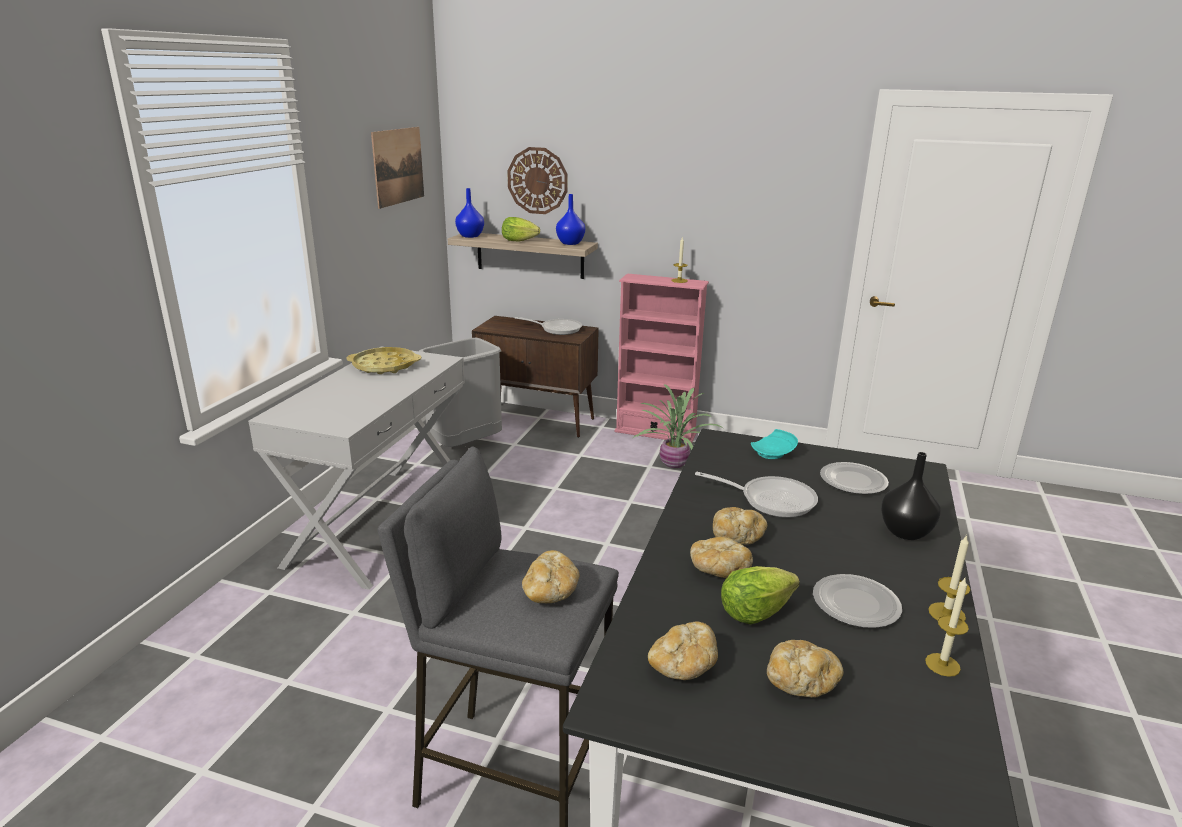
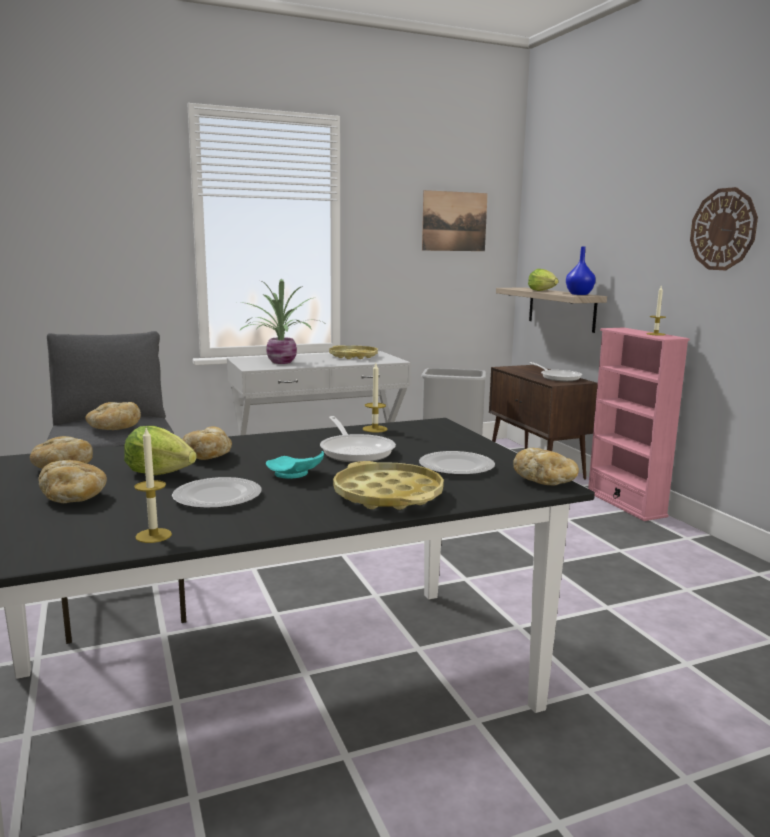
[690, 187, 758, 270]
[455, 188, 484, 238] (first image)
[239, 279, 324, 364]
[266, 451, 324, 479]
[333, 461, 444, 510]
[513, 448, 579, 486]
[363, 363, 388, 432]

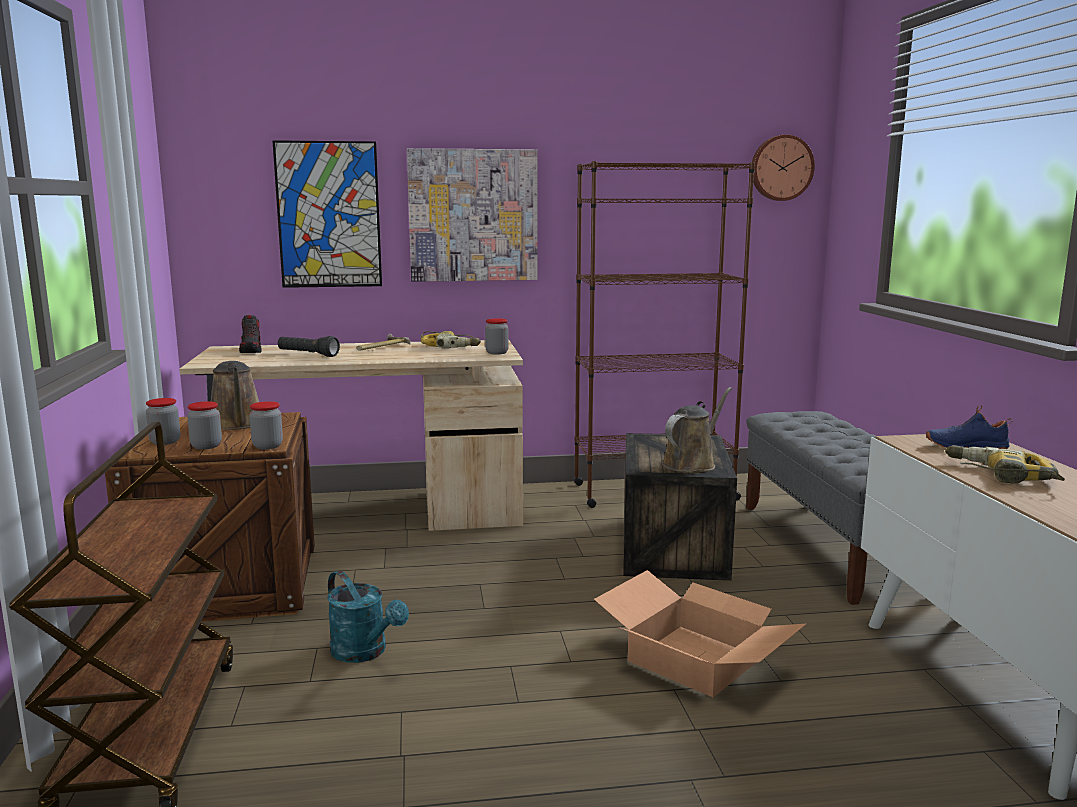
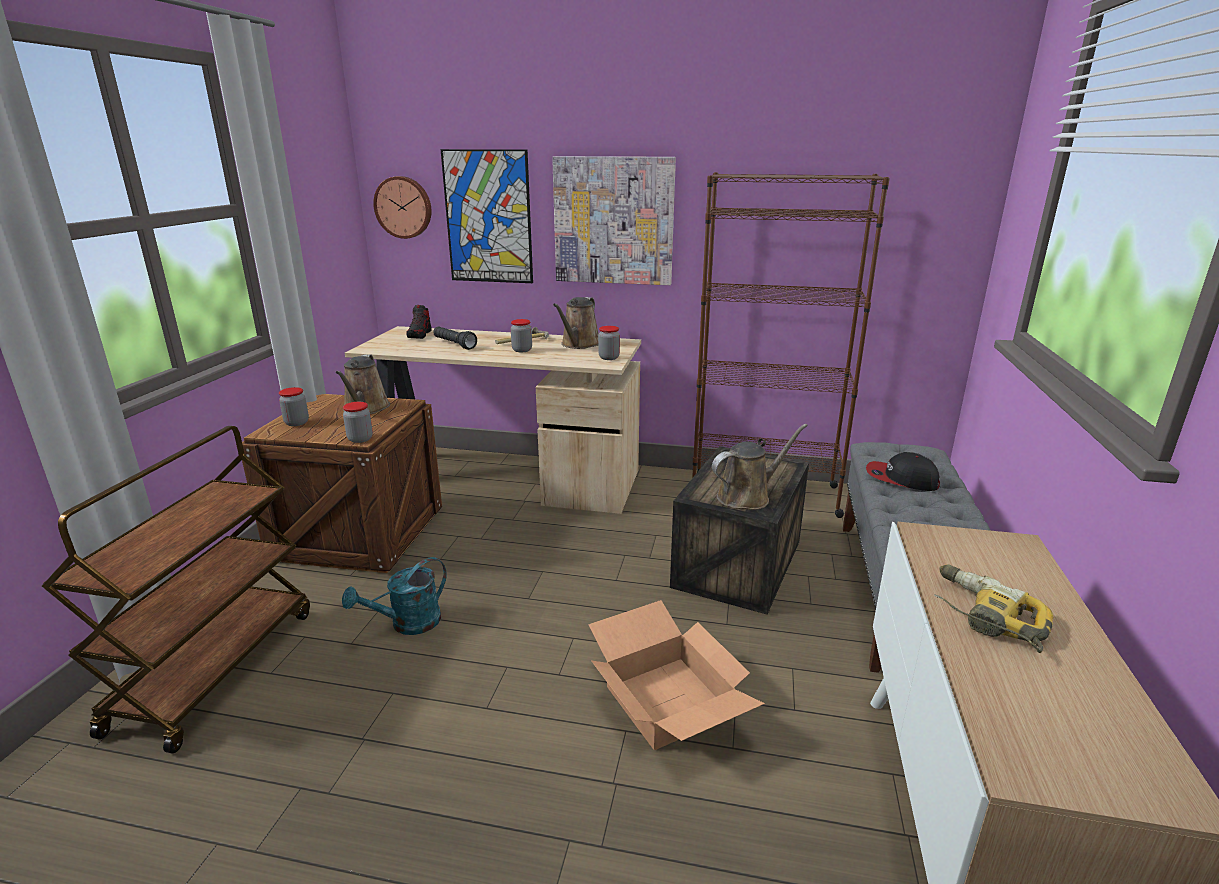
[373, 176, 432, 239]
[553, 297, 598, 349]
[511, 319, 532, 352]
[926, 405, 1012, 449] (first image)
[342, 557, 447, 635]
[866, 452, 940, 491]

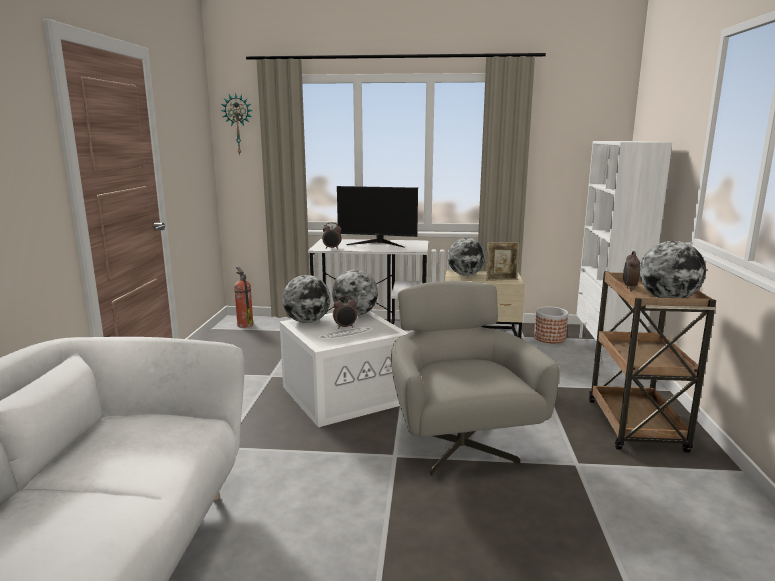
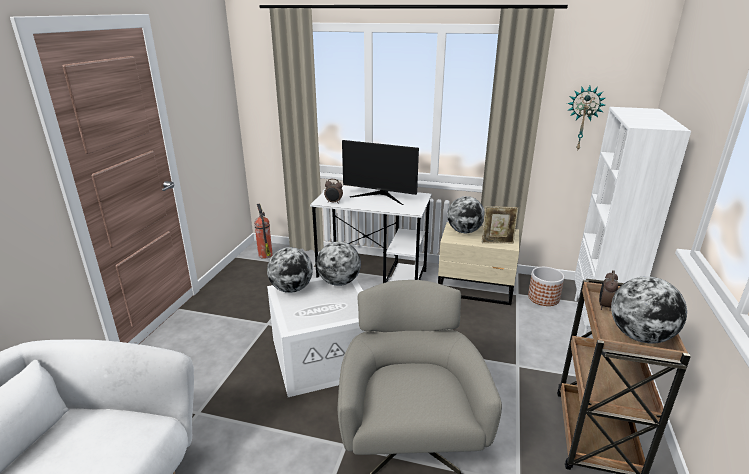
[567, 86, 605, 150]
[333, 296, 357, 329] (first image)

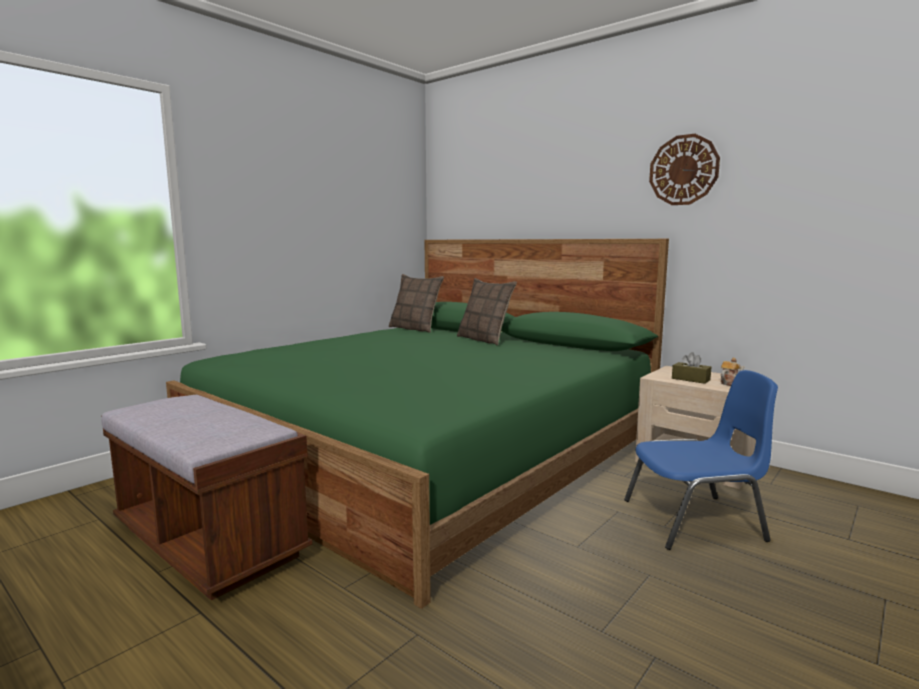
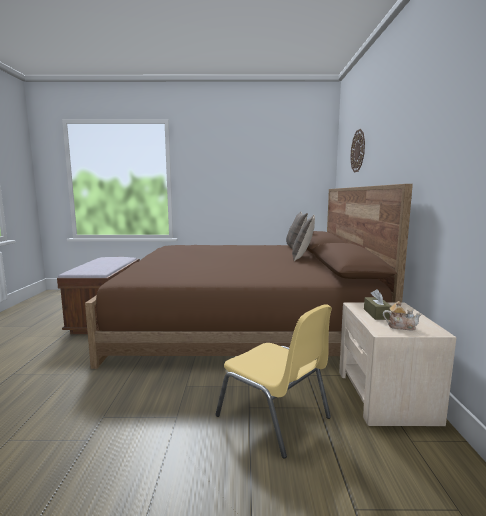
[350, 129, 365, 172]
[85, 184, 413, 369]
[215, 304, 332, 458]

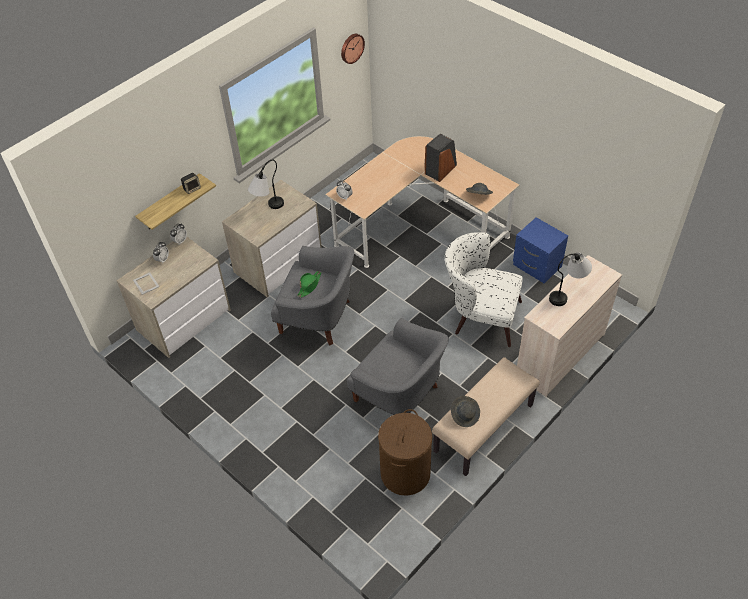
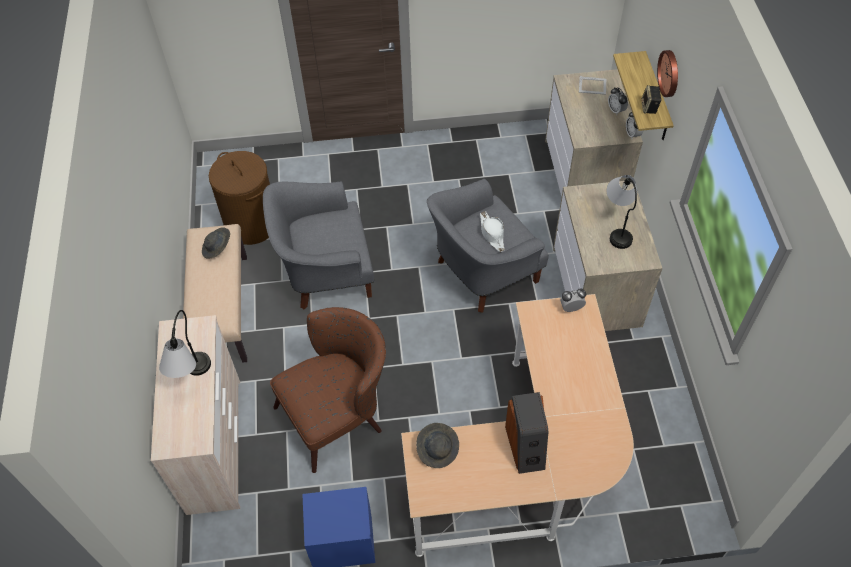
[657, 50, 678, 97]
[270, 307, 386, 473]
[480, 211, 505, 252]

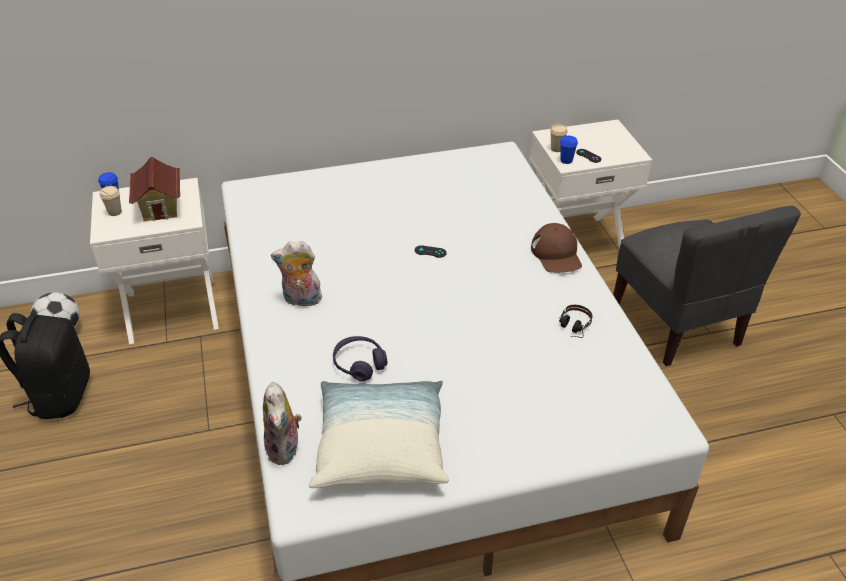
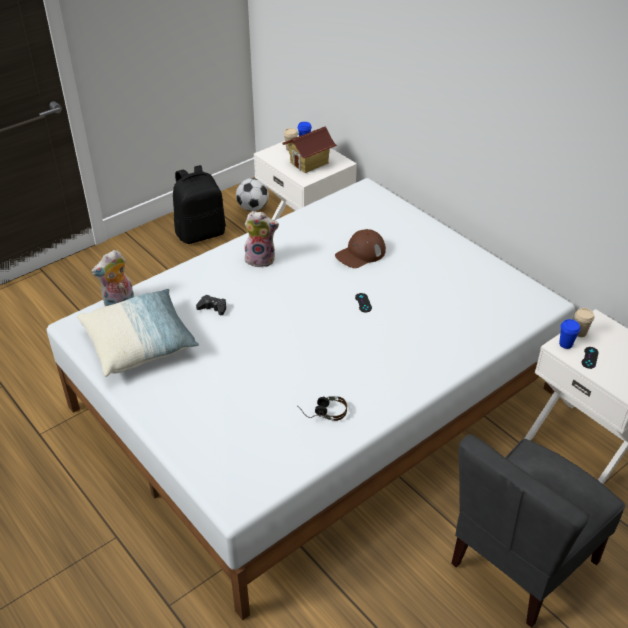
[335, 229, 386, 268]
[244, 211, 279, 267]
[196, 295, 226, 315]

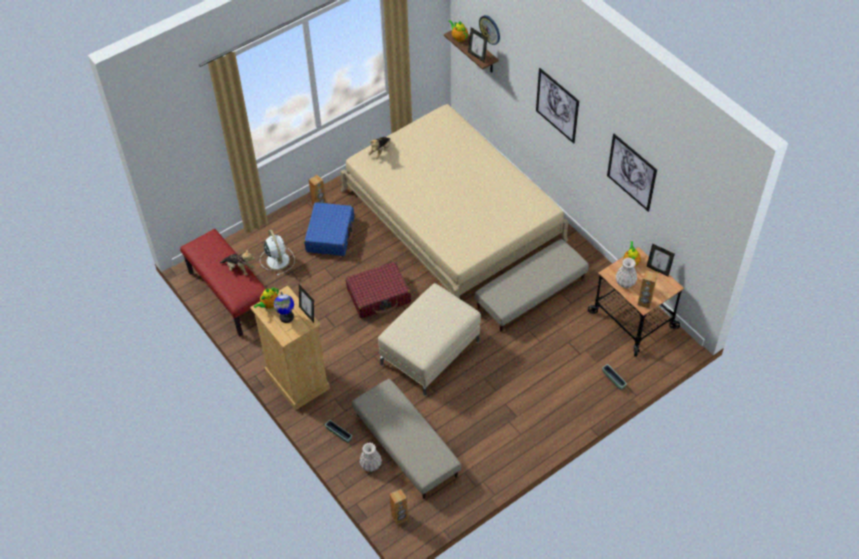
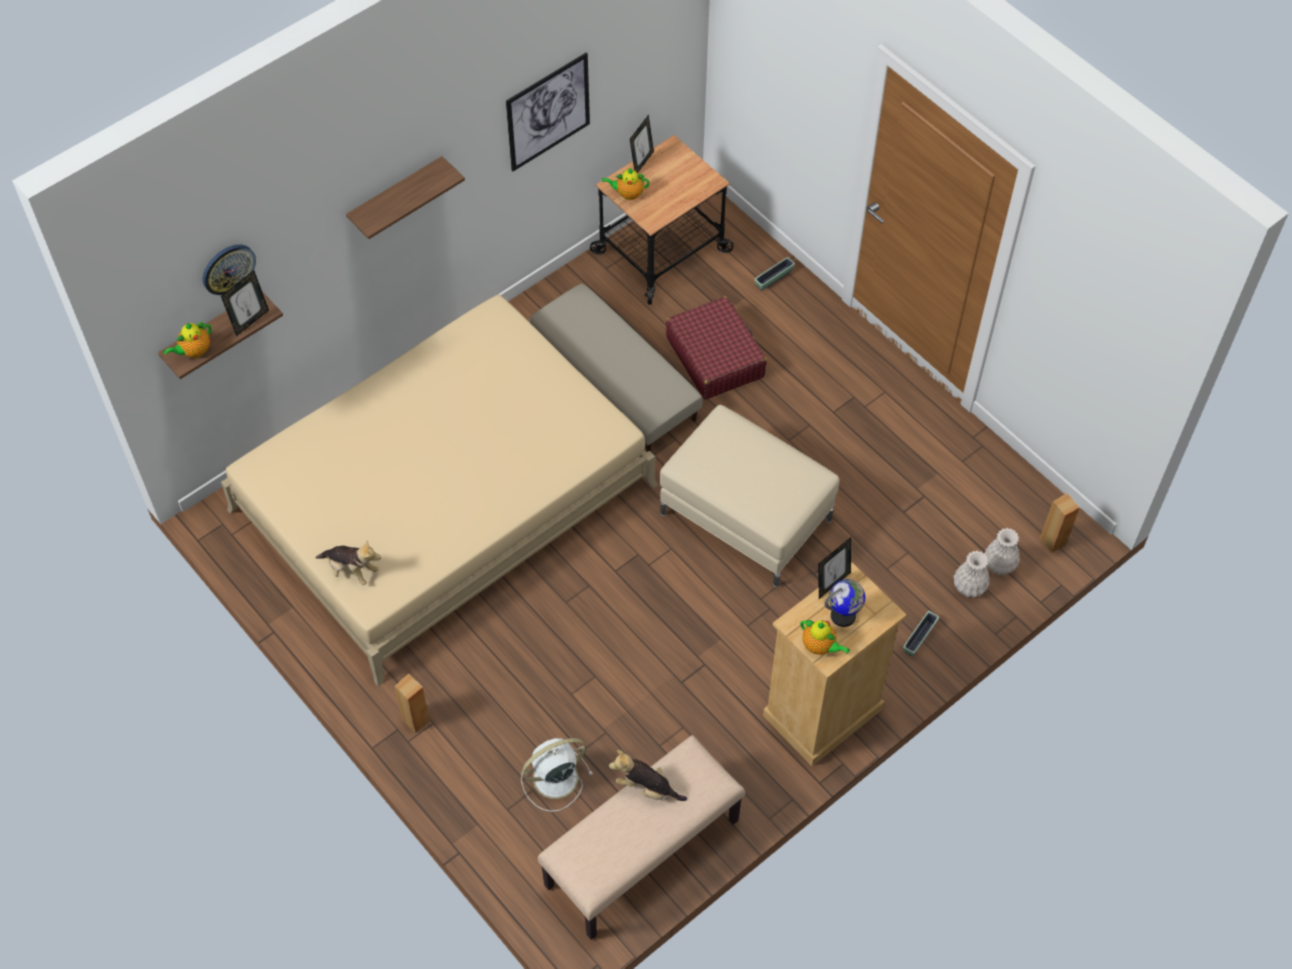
[346, 156, 465, 239]
[304, 202, 354, 256] (first image)
[538, 735, 745, 940]
[609, 750, 687, 801]
[985, 528, 1020, 575]
[666, 296, 767, 400]
[638, 270, 658, 309] (first image)
[352, 379, 461, 499] (first image)

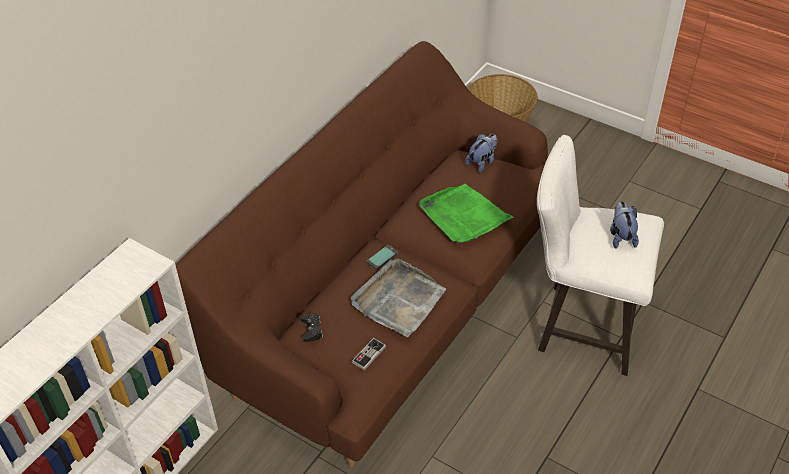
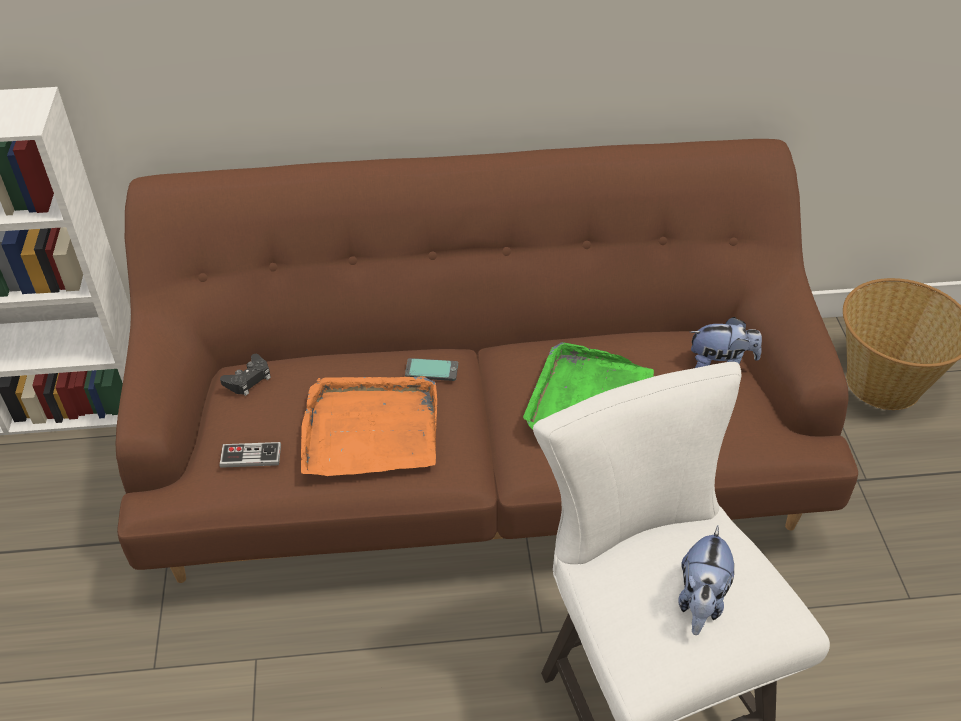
[679, 526, 734, 635]
[301, 376, 437, 476]

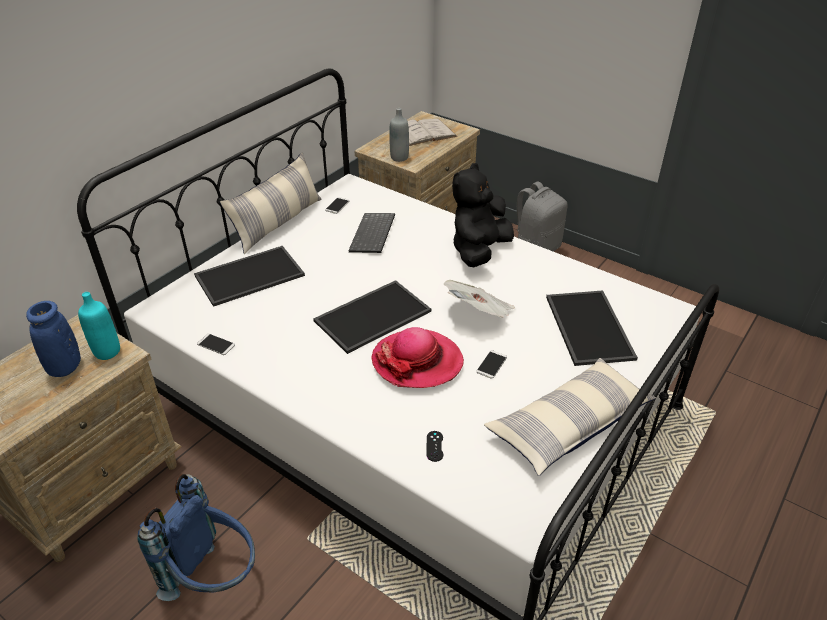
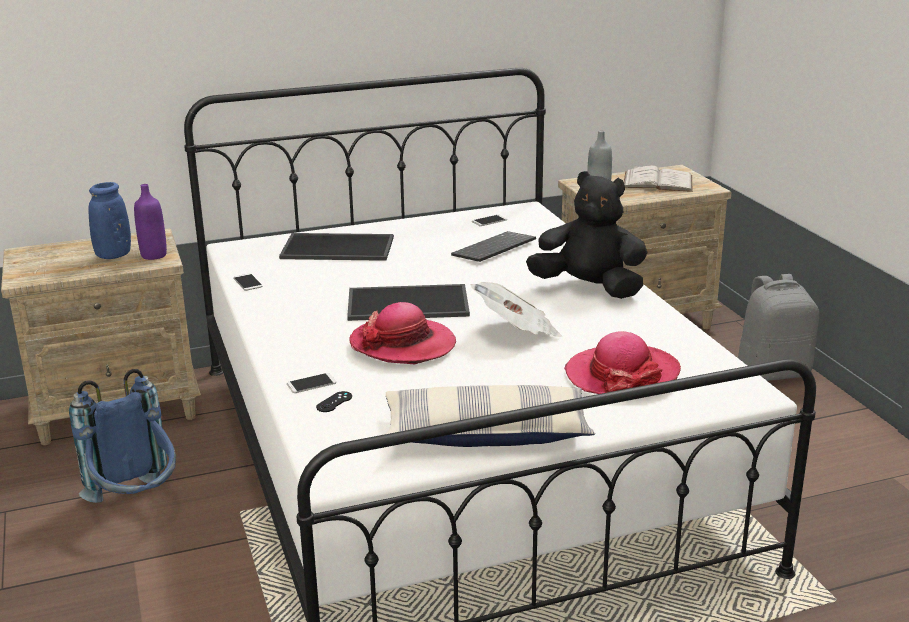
[220, 152, 322, 254] (first image)
[526, 171, 648, 299]
[564, 331, 681, 394]
[134, 184, 167, 260]
[287, 373, 336, 393]

